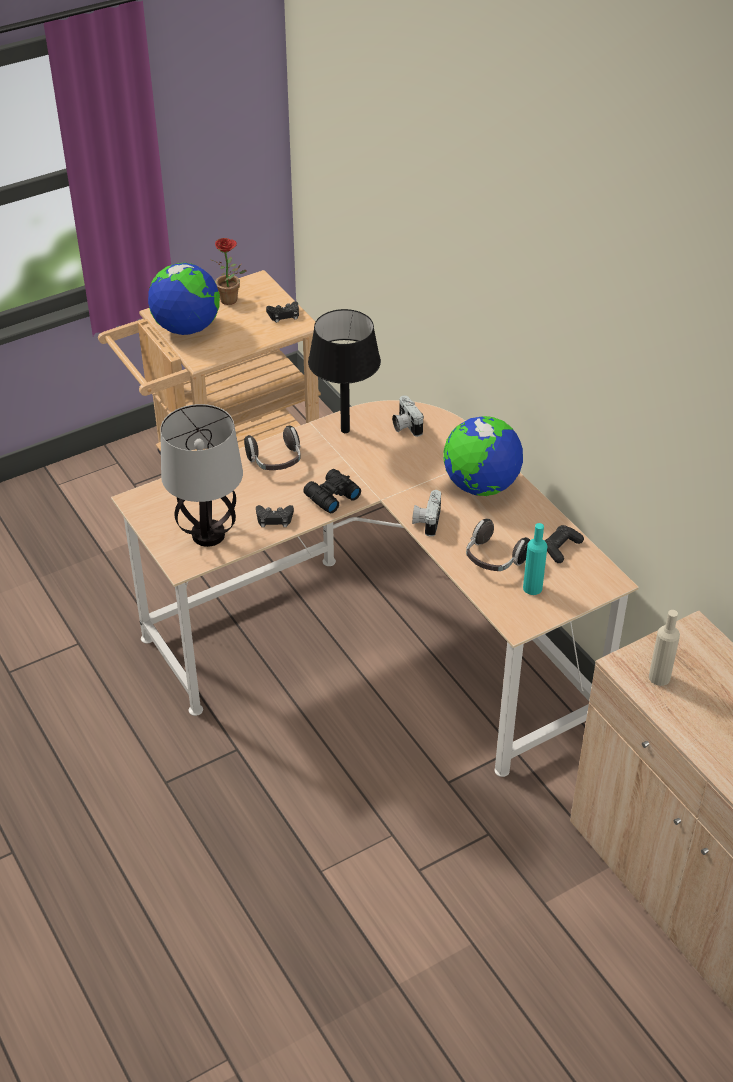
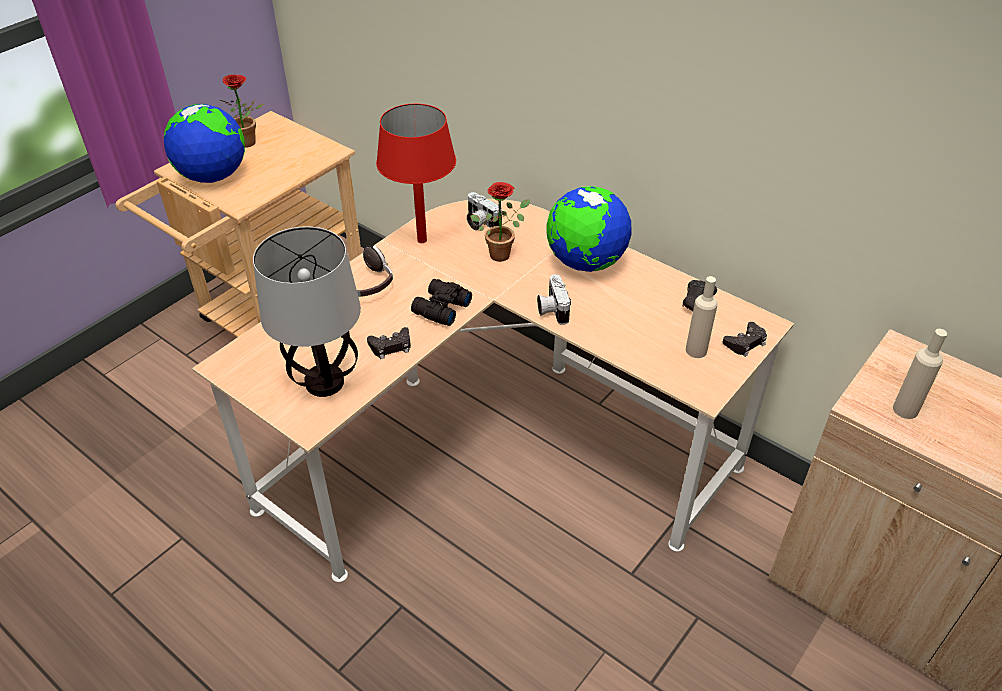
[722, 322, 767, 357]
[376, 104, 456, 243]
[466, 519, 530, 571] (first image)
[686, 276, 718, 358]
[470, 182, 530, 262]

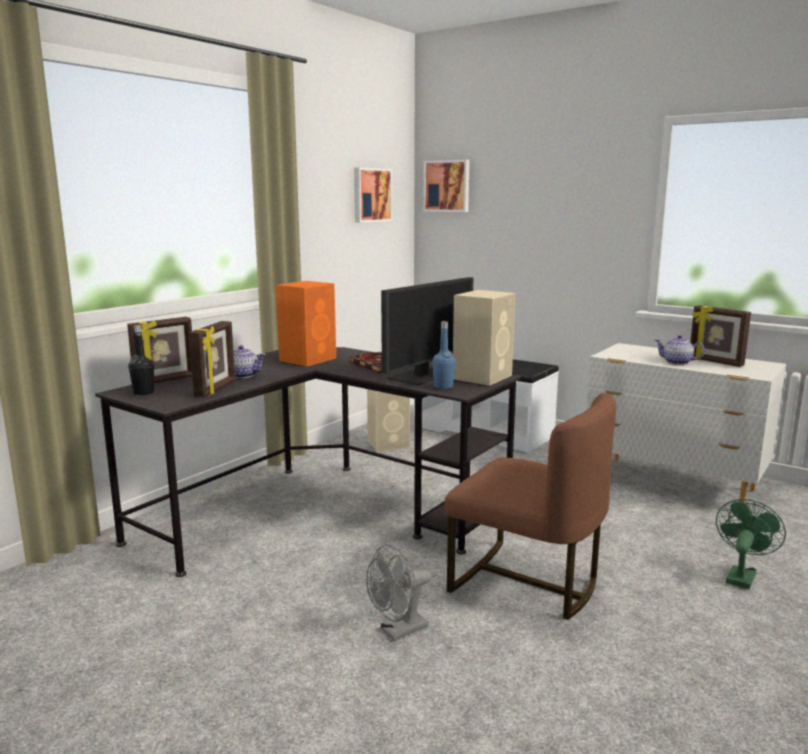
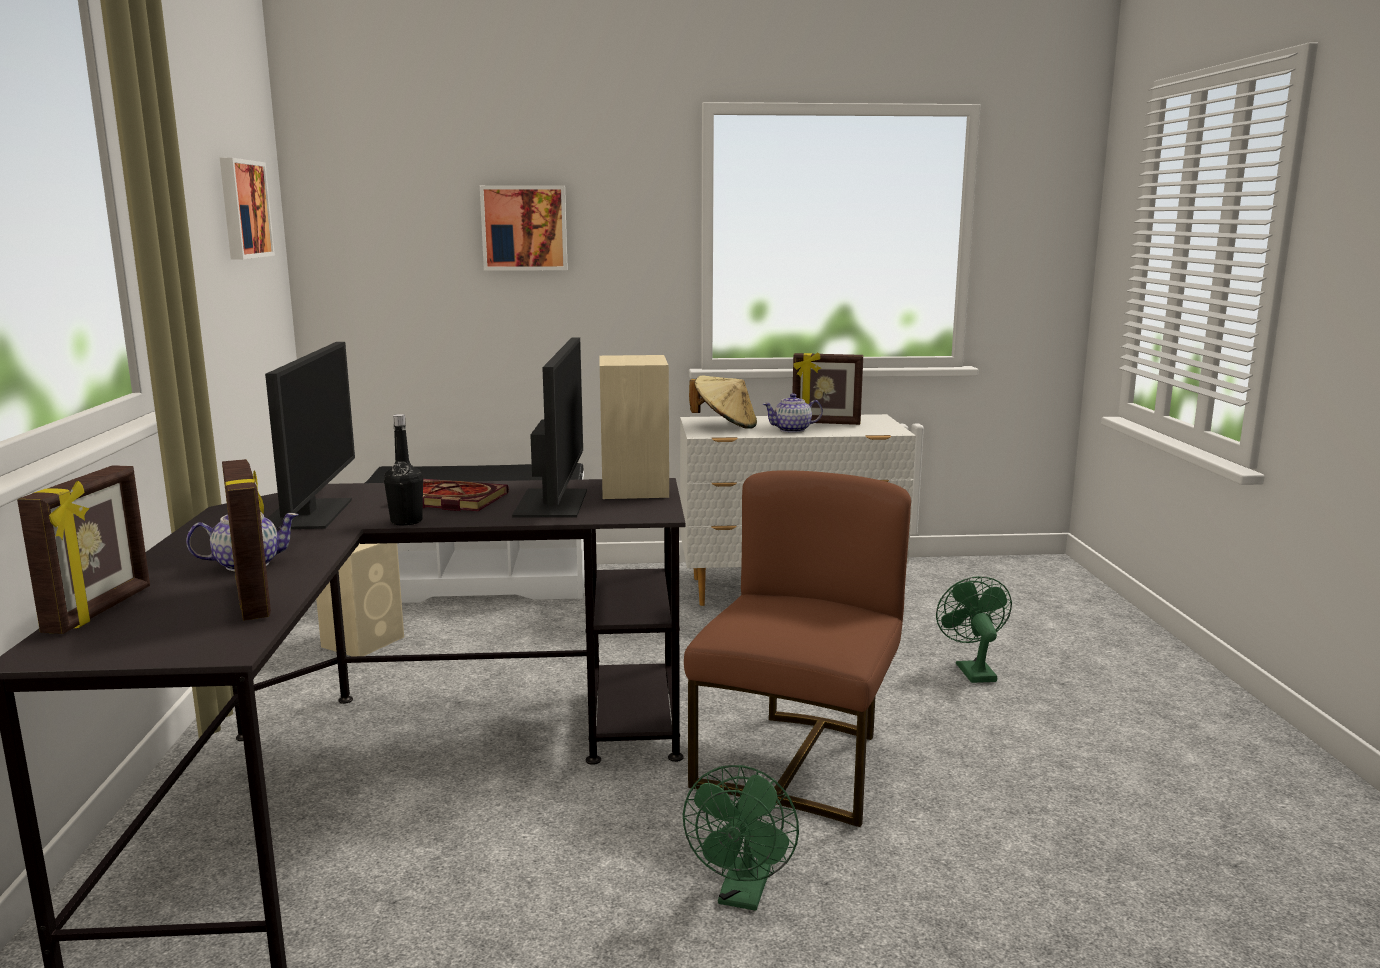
[480, 185, 568, 271]
[265, 342, 355, 529]
[432, 321, 455, 389] (first image)
[384, 414, 423, 526]
[684, 470, 911, 827]
[683, 765, 799, 911]
[689, 376, 757, 429]

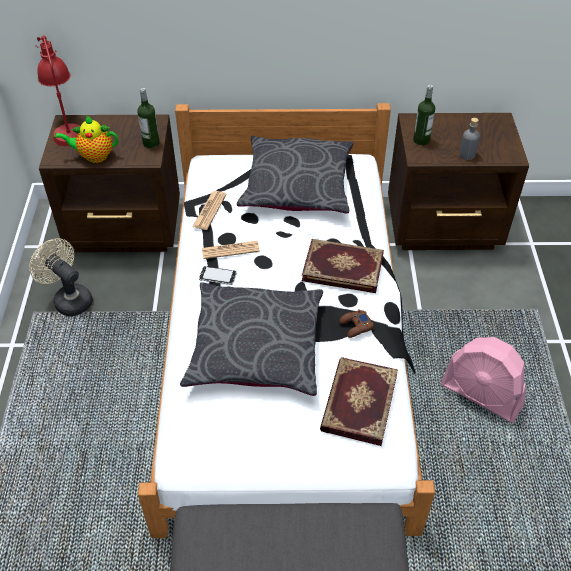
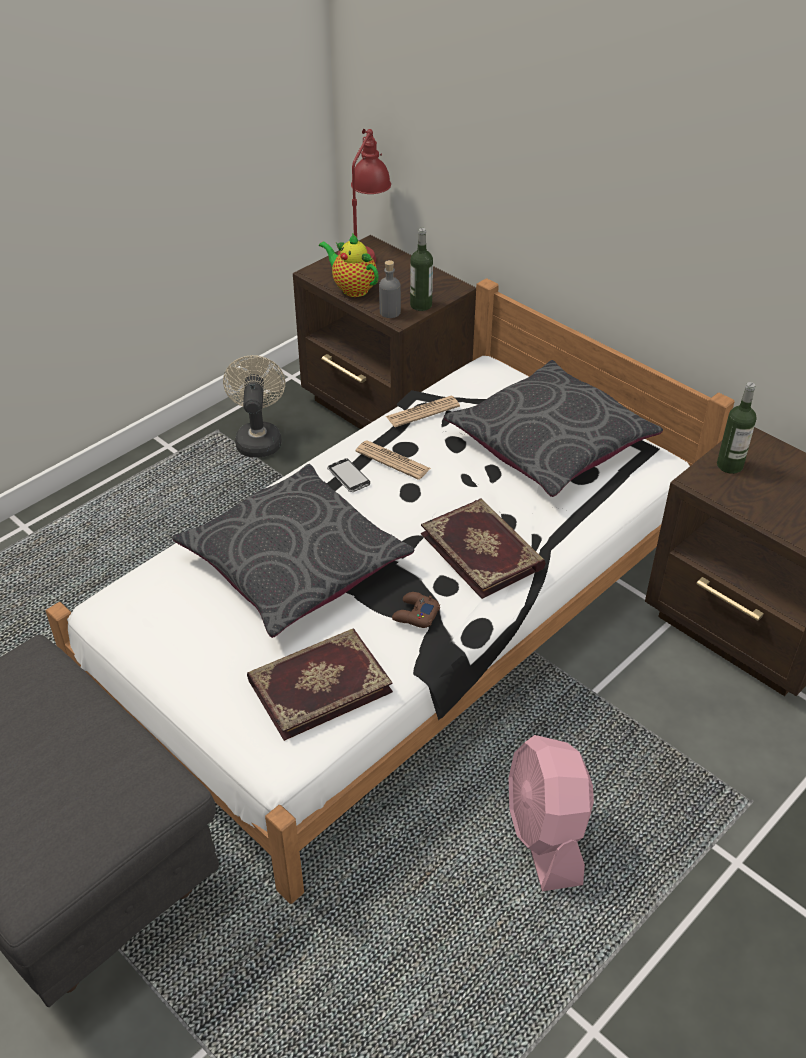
[379, 260, 401, 318]

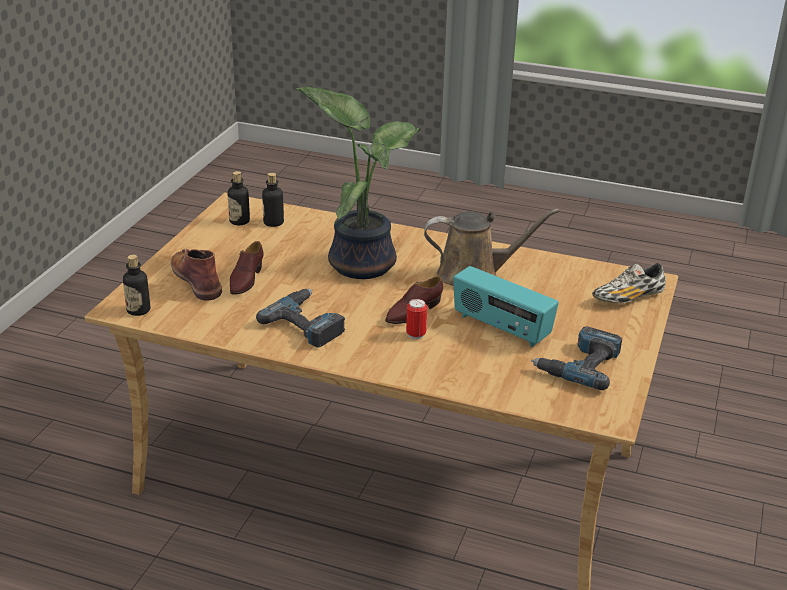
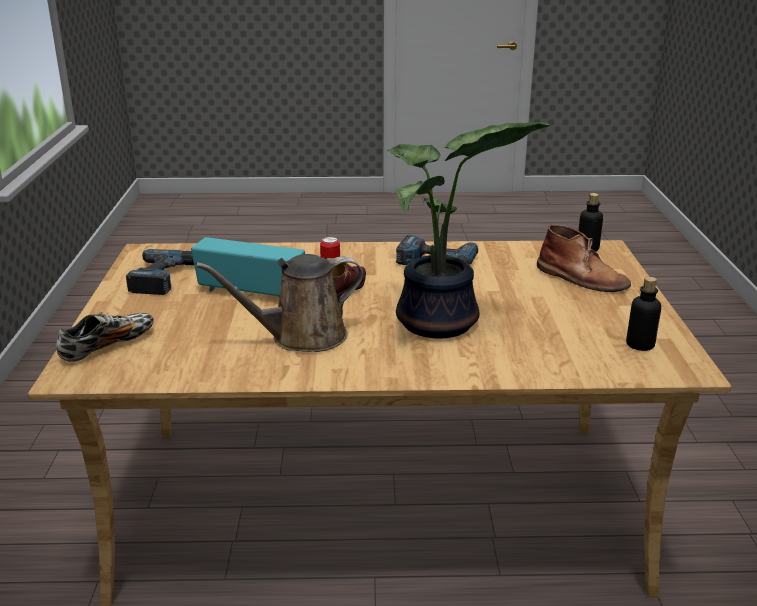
[262, 173, 284, 227] (first image)
[230, 241, 263, 294] (first image)

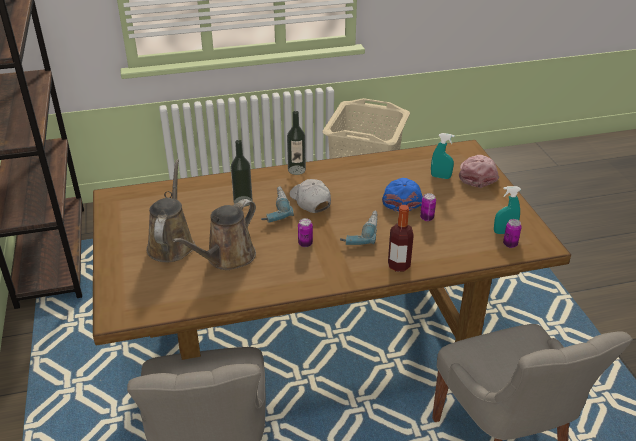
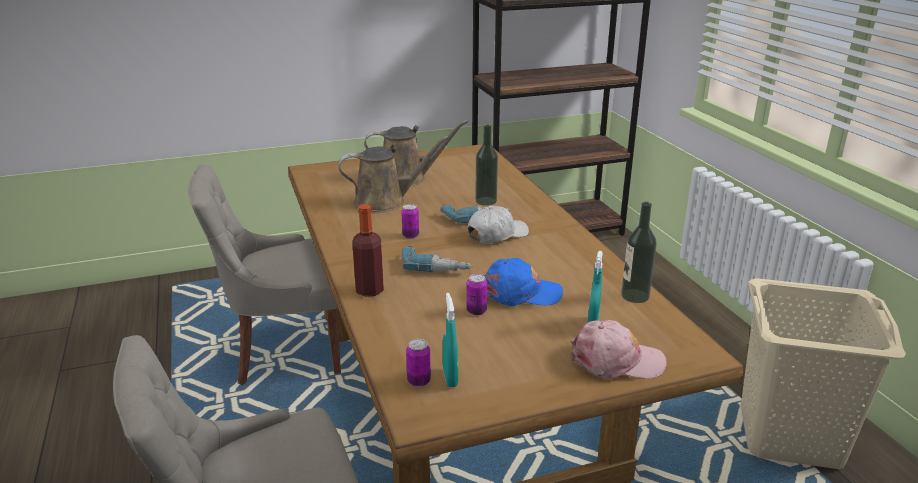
[621, 202, 657, 303]
[338, 136, 449, 212]

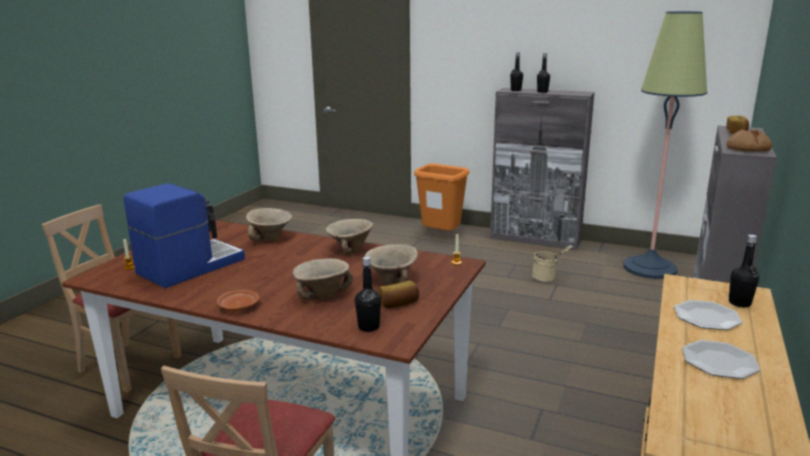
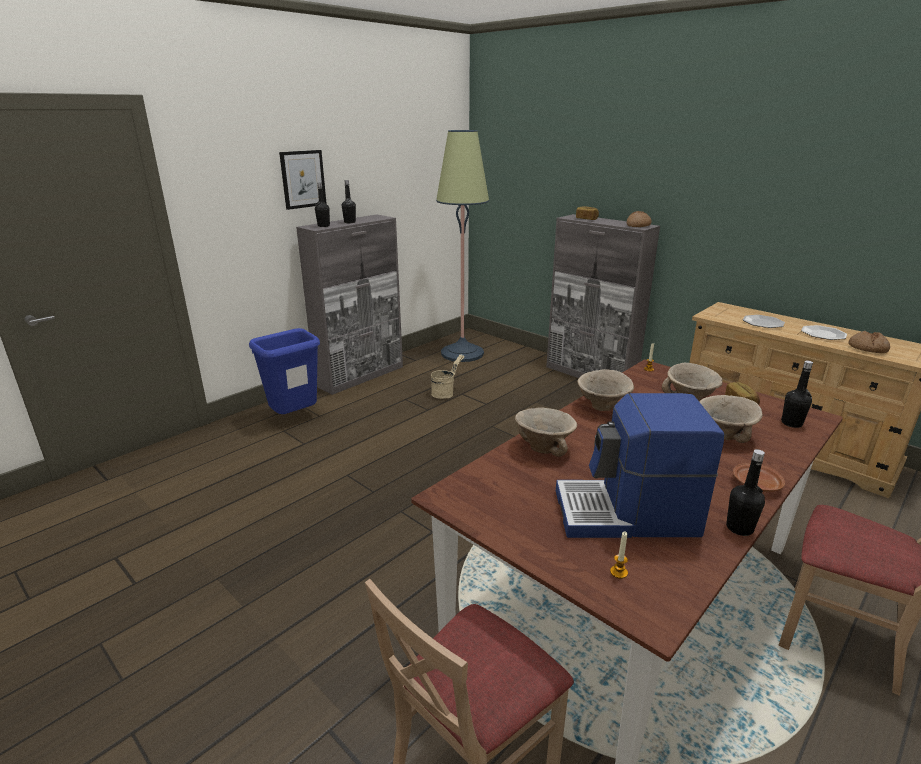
[249, 328, 320, 414]
[556, 393, 724, 538]
[726, 449, 765, 536]
[279, 150, 327, 210]
[848, 331, 890, 353]

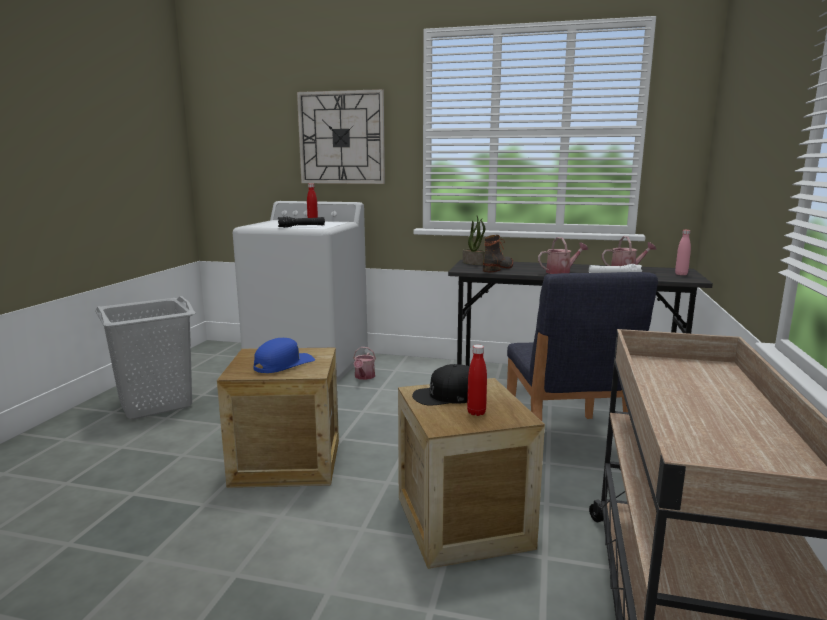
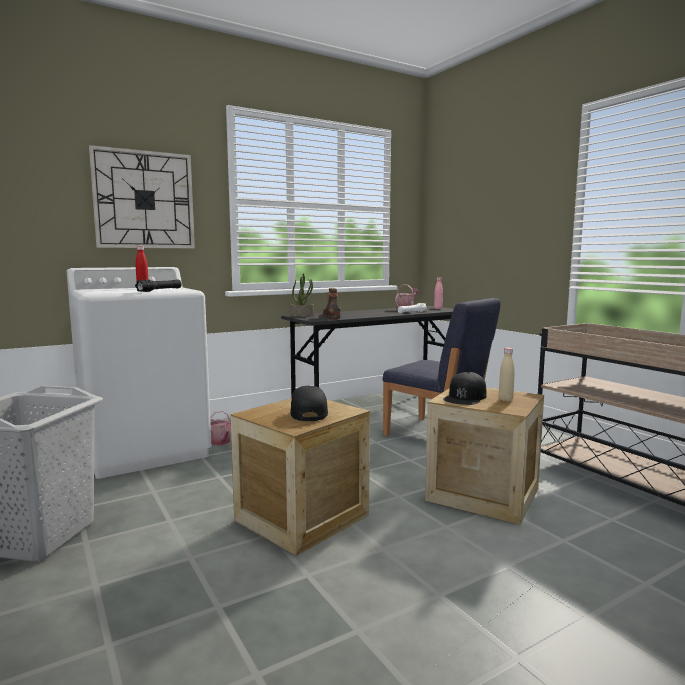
[538, 237, 588, 274] (first image)
[290, 386, 328, 421]
[499, 347, 515, 401]

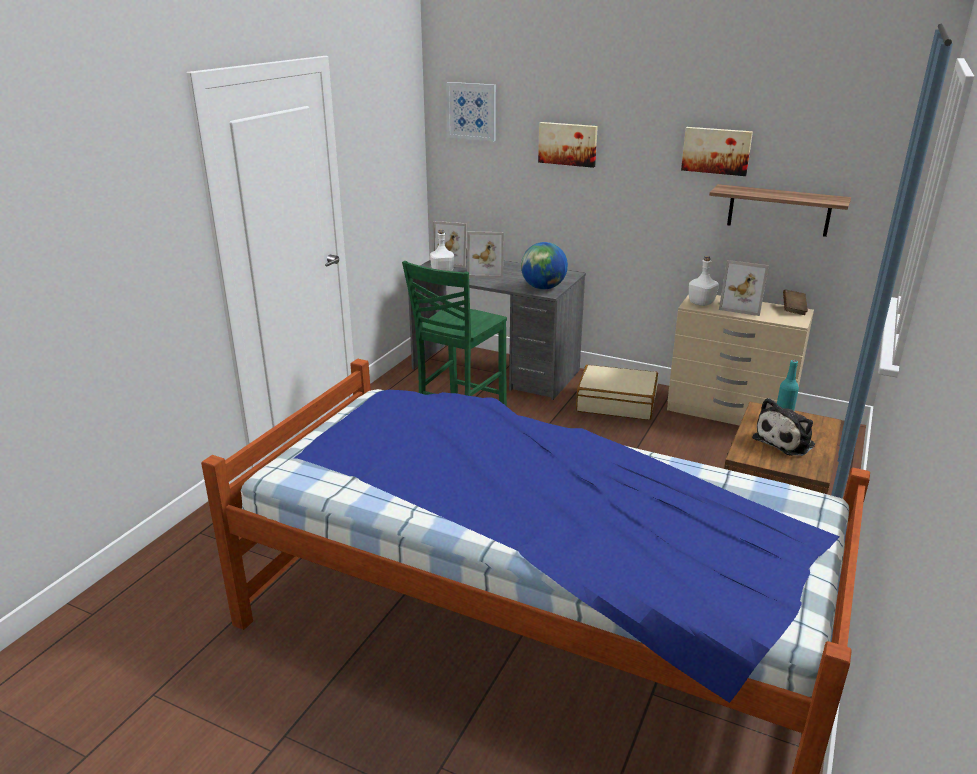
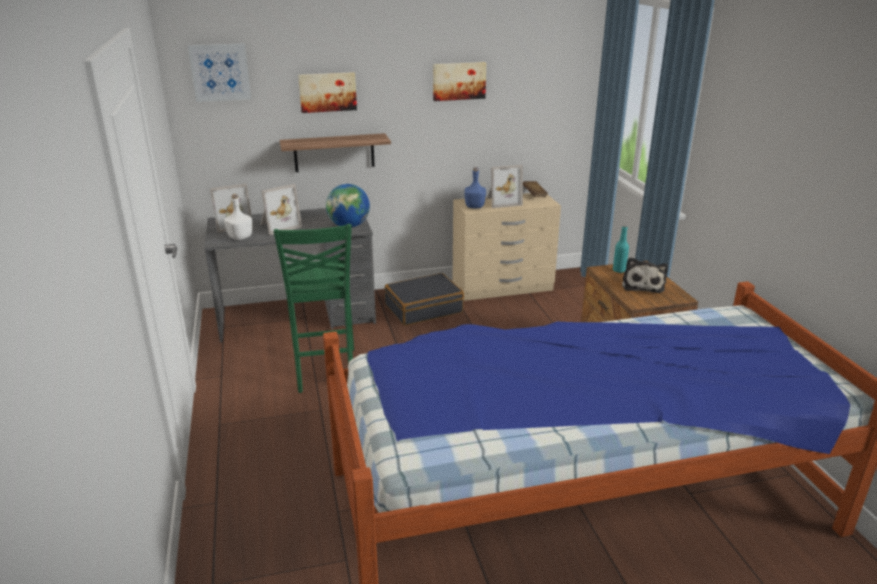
[280, 133, 391, 172]
[464, 167, 486, 208]
[385, 273, 464, 326]

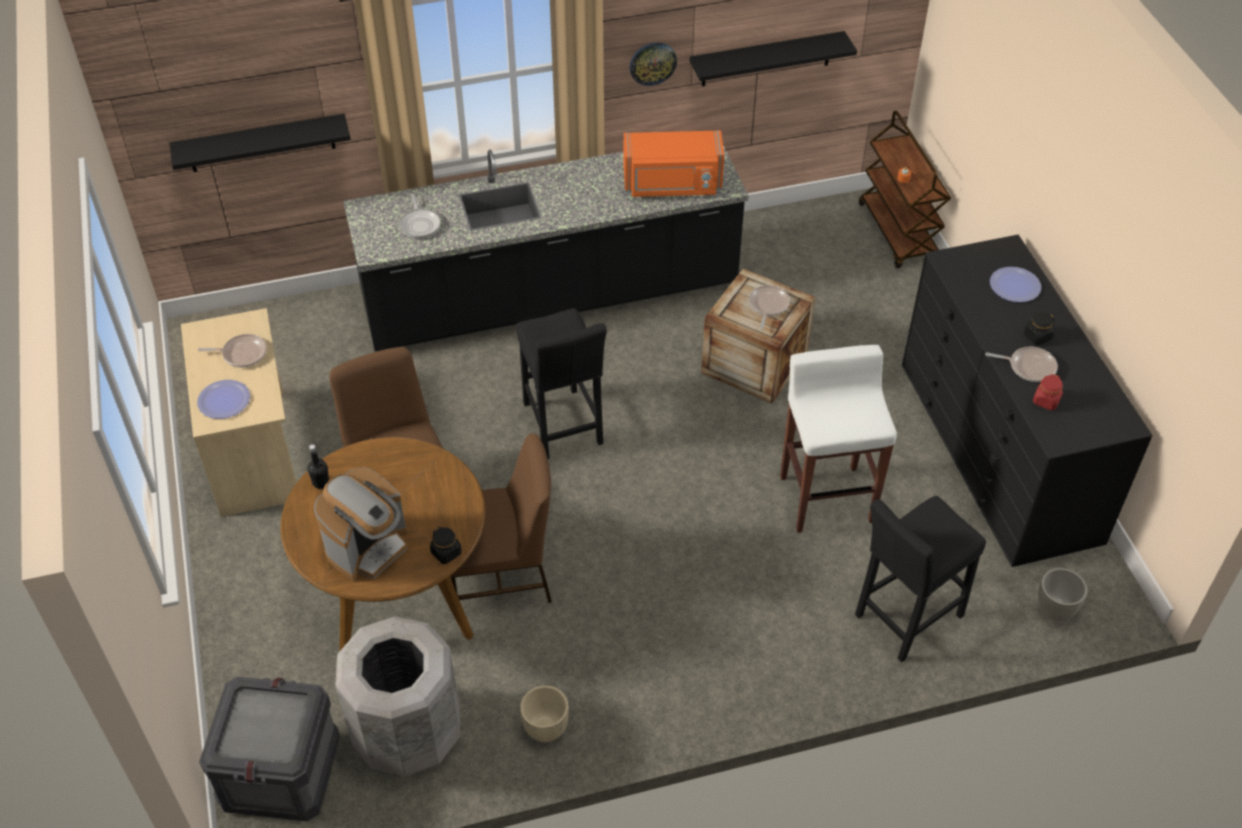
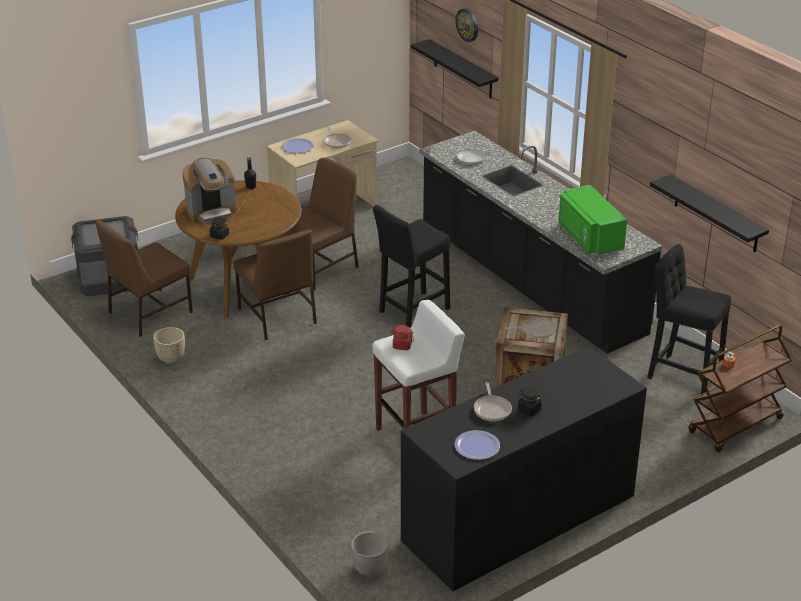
[455, 8, 478, 42]
[558, 185, 627, 256]
[455, 430, 500, 460]
[390, 325, 414, 350]
[182, 158, 237, 224]
[647, 244, 731, 394]
[95, 220, 193, 337]

